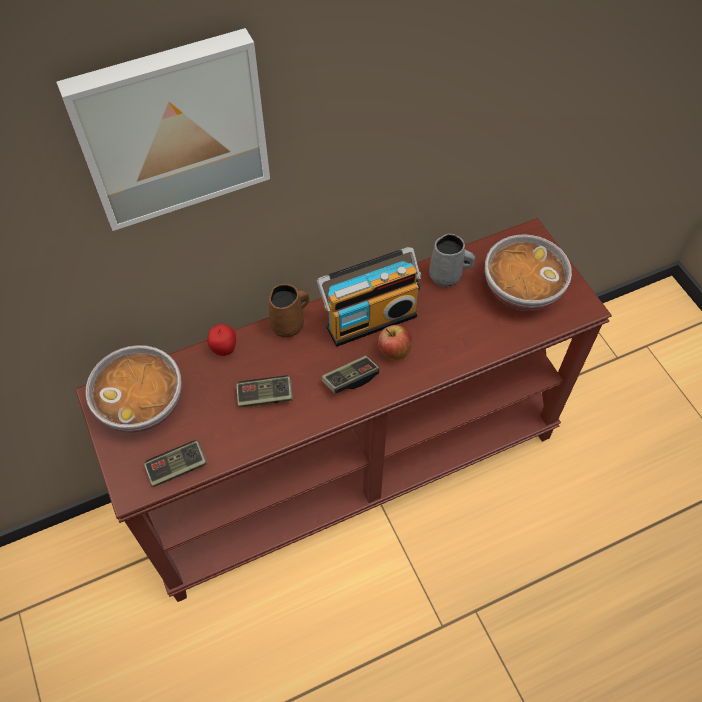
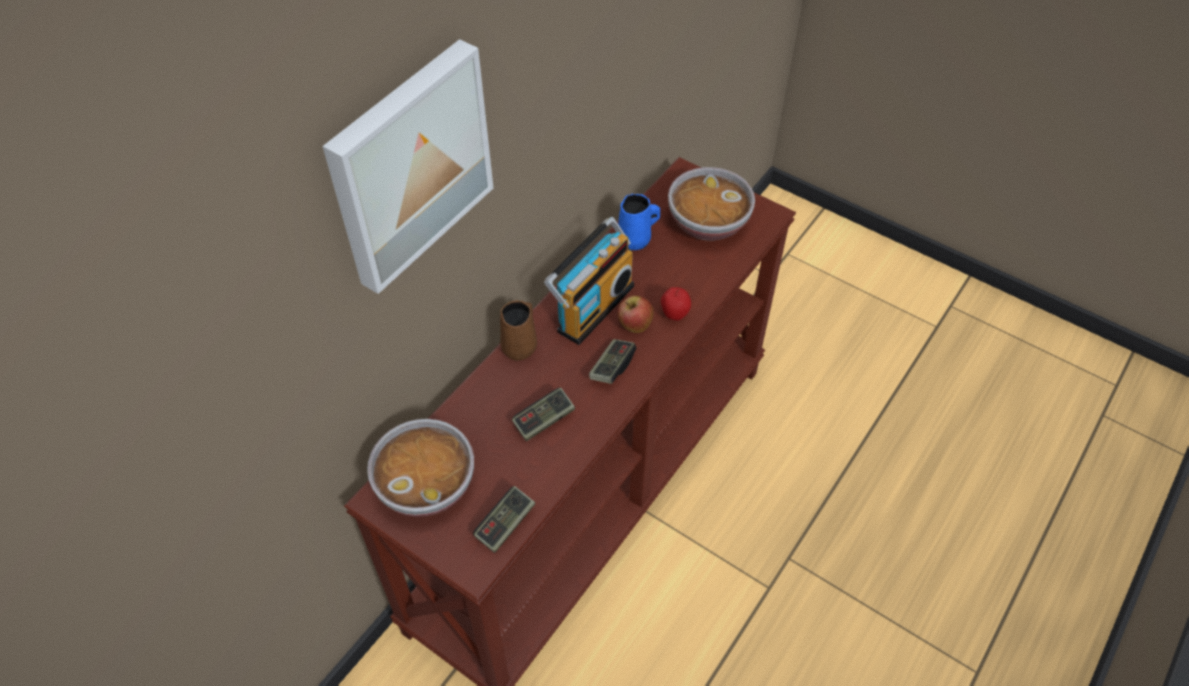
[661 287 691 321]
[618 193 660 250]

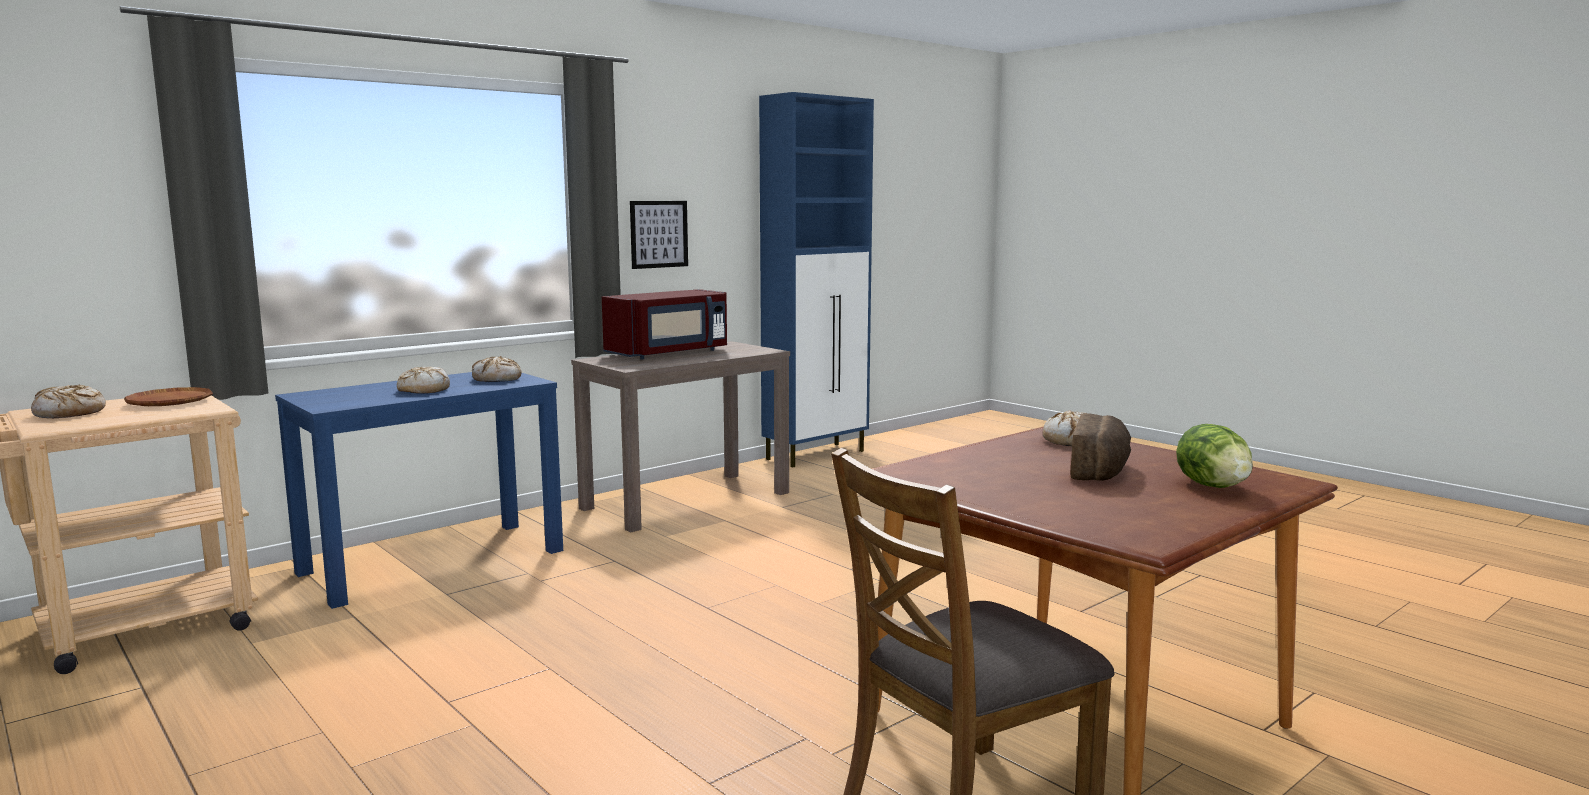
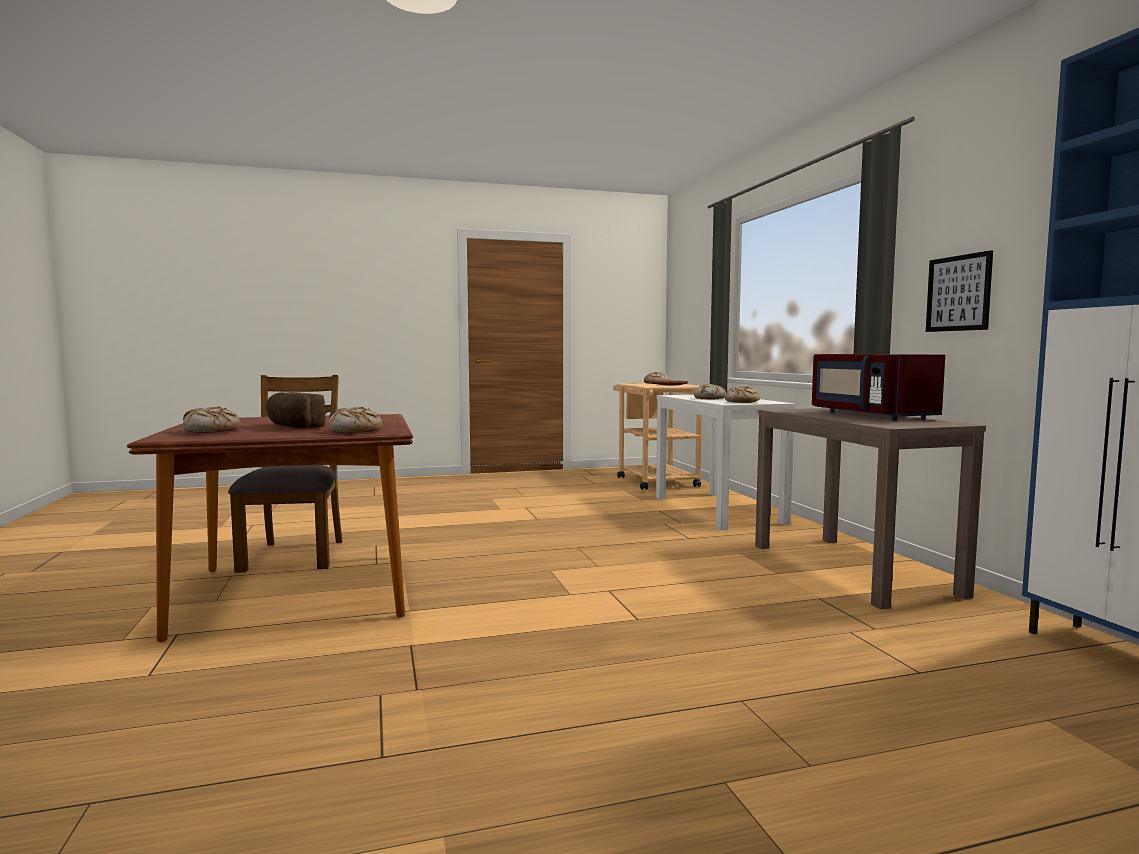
[656 395 796 531]
[183 407 241 433]

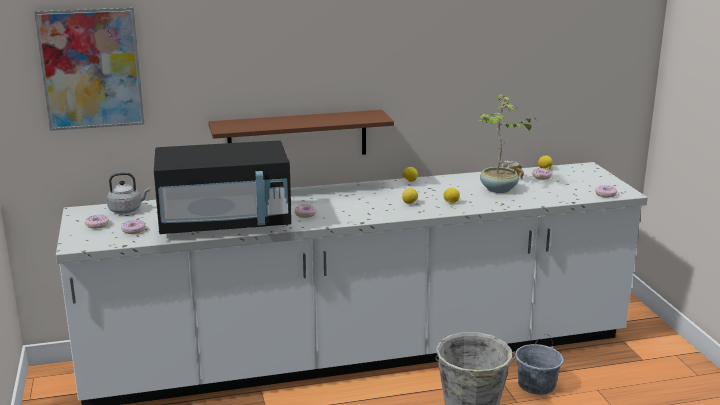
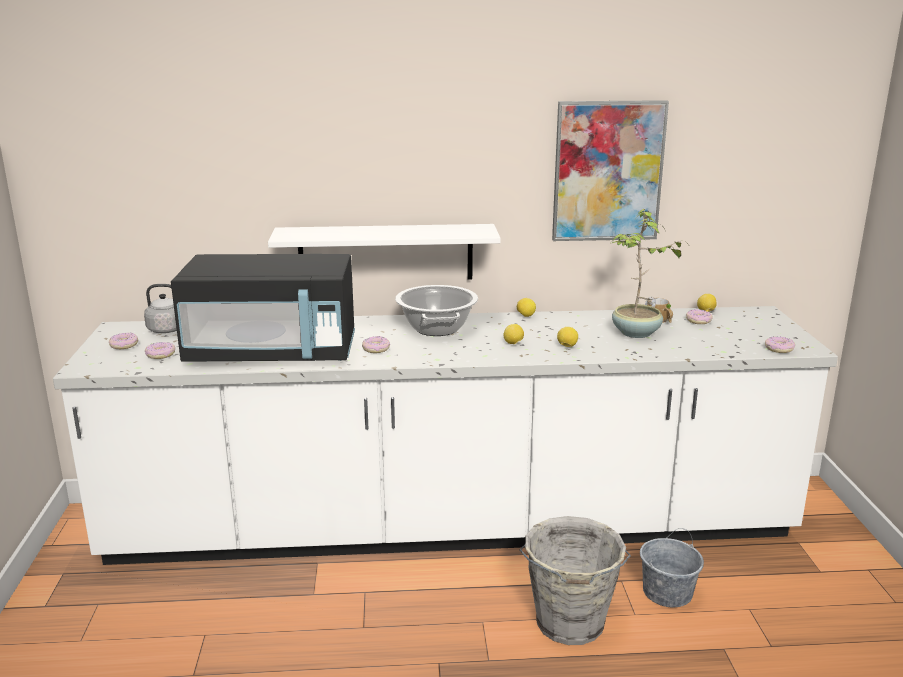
[552 100 669 241]
[268 224 501 279]
[395 285 478 336]

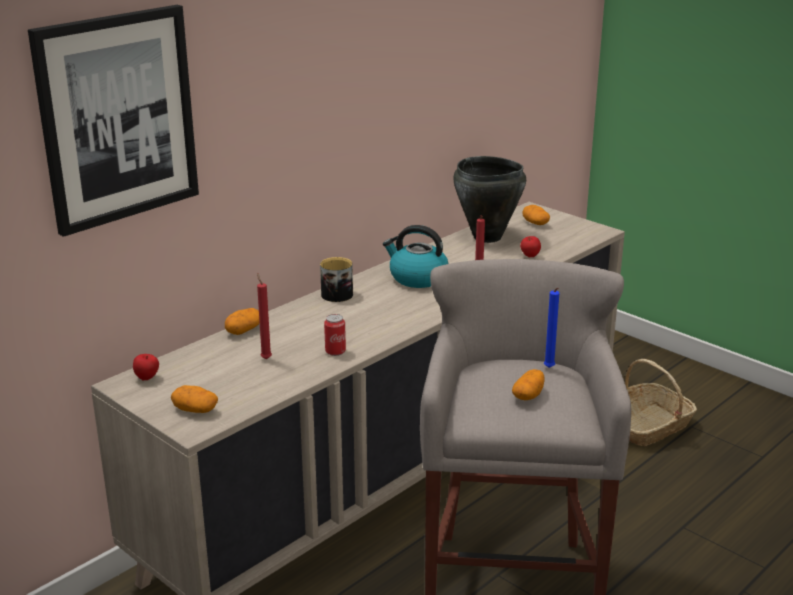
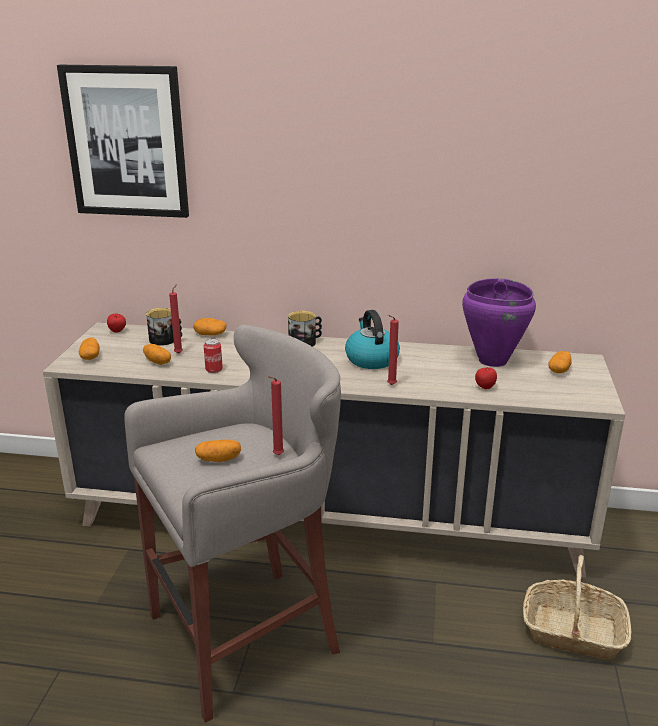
[462 278 536 367]
[268 376 284 455]
[143 344 171 365]
[146 308 182 346]

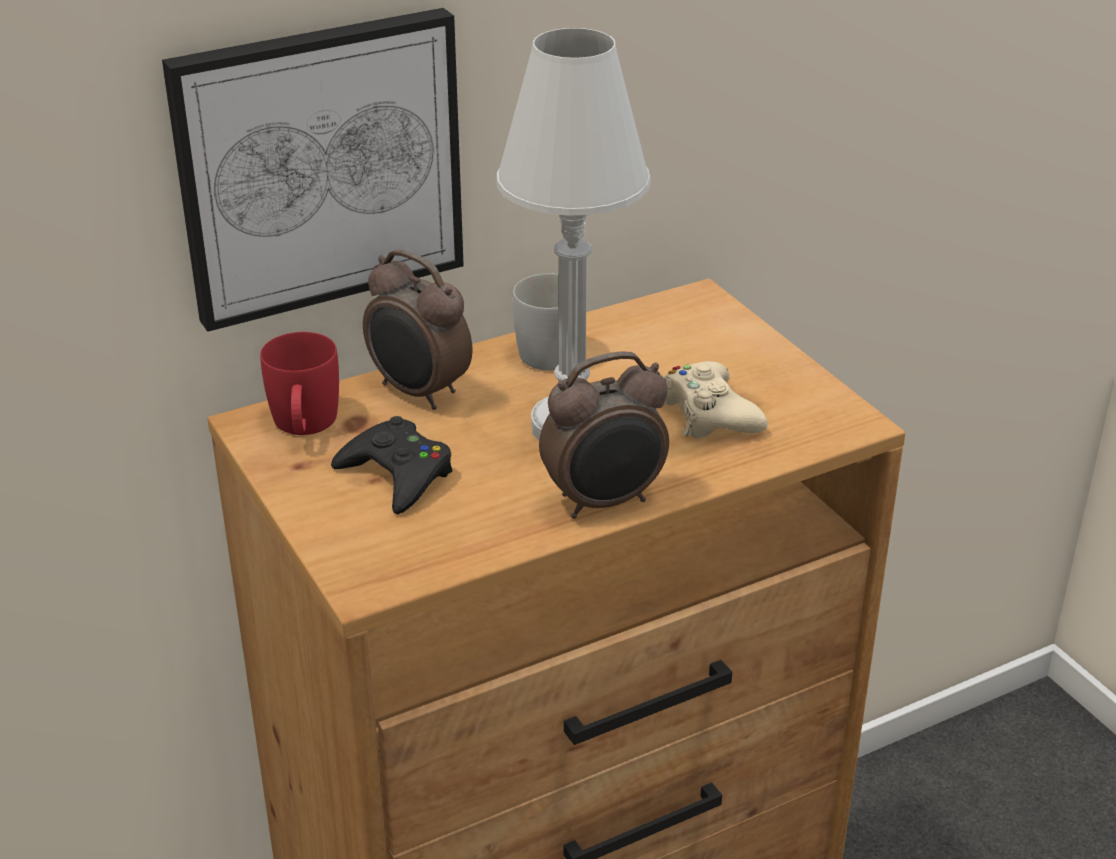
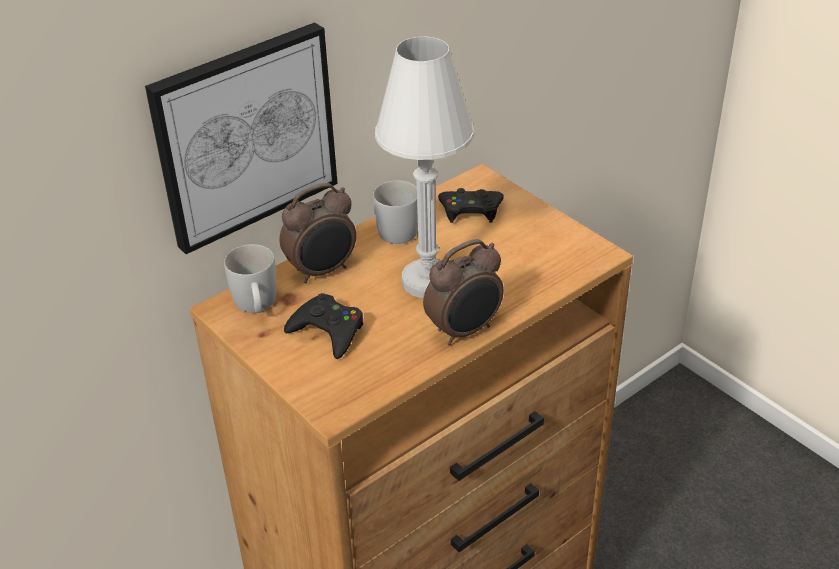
[224 244 277 313]
[279 183 356 283]
[664 361 768 438] (first image)
[438 188 504 223]

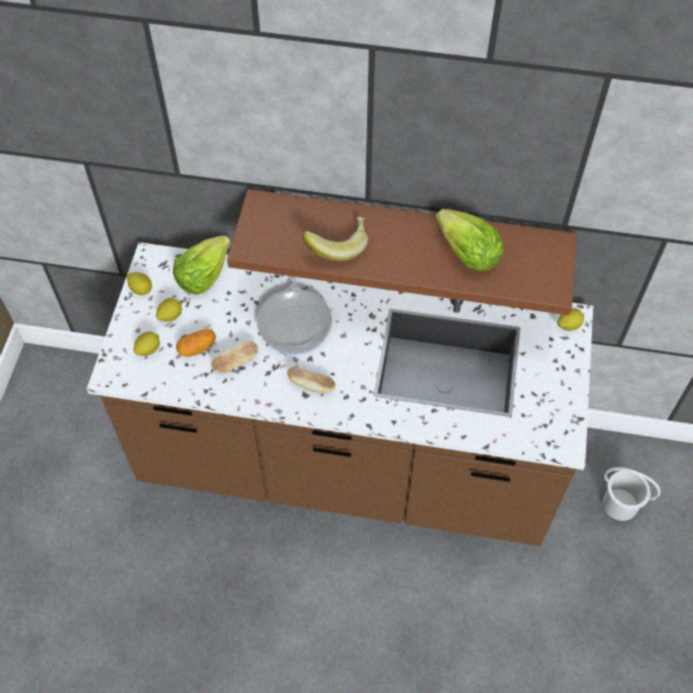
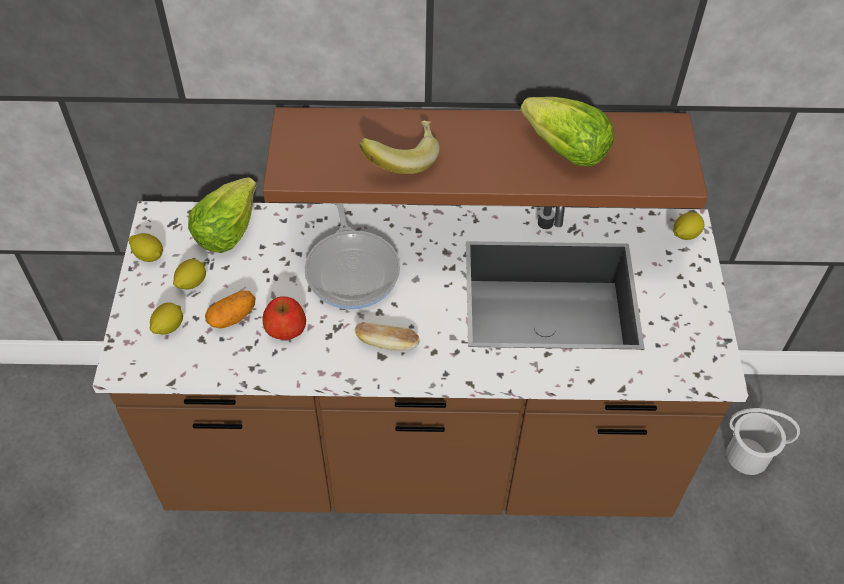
[262 296 306 340]

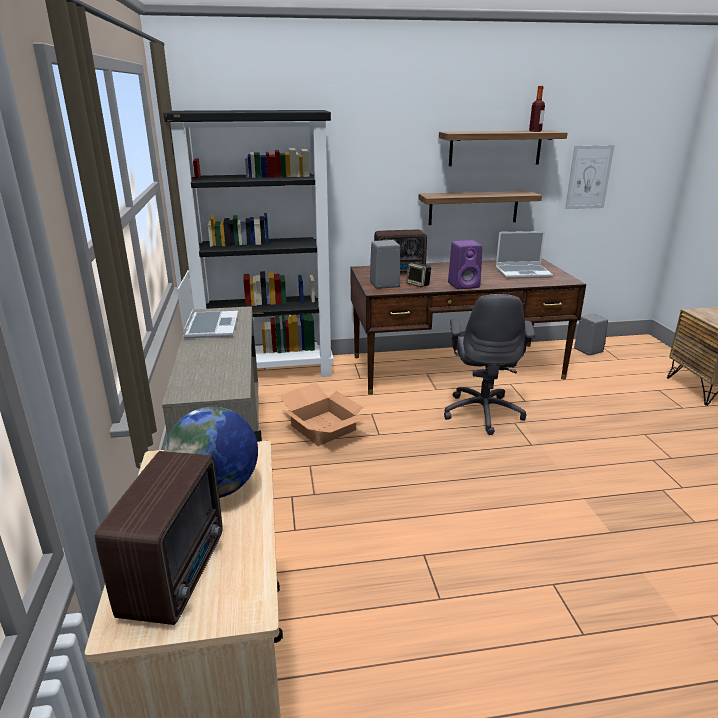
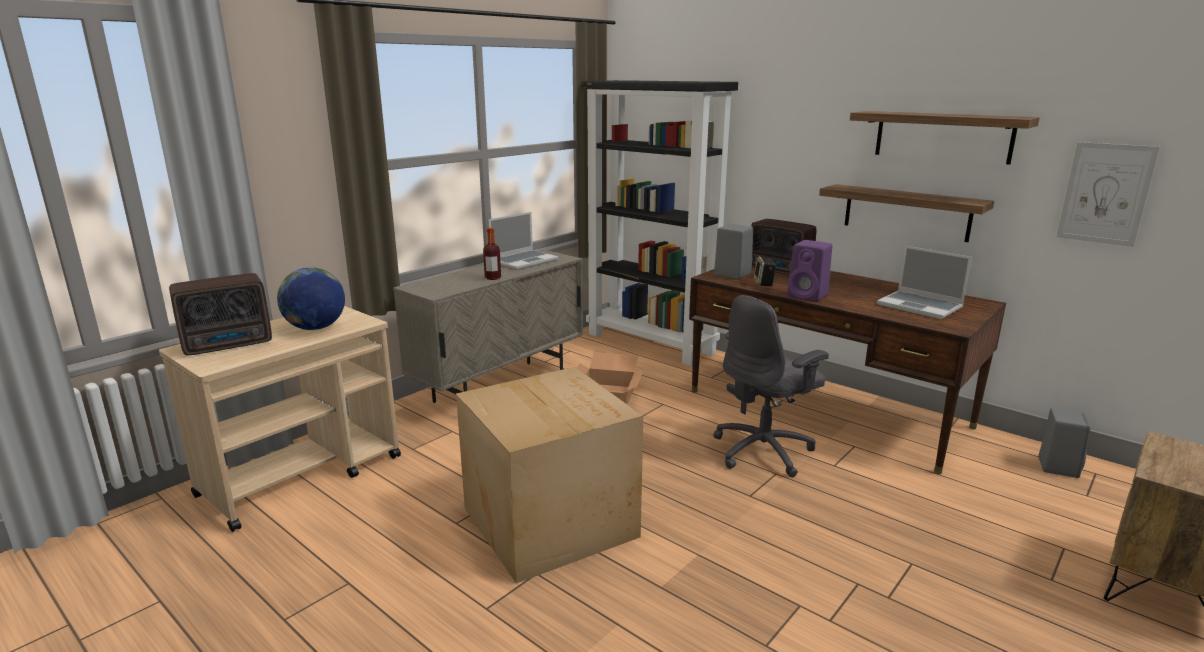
[483 228 501 280]
[456 367 643 583]

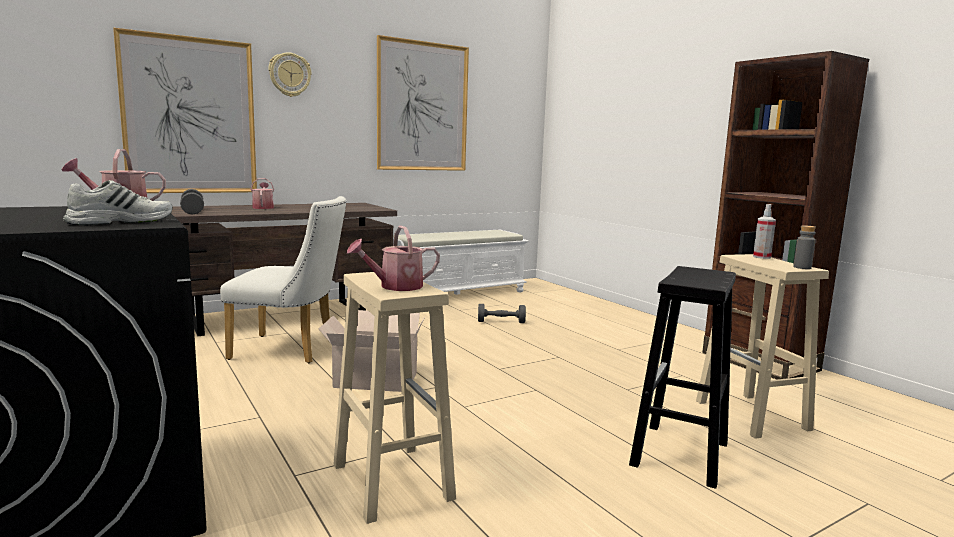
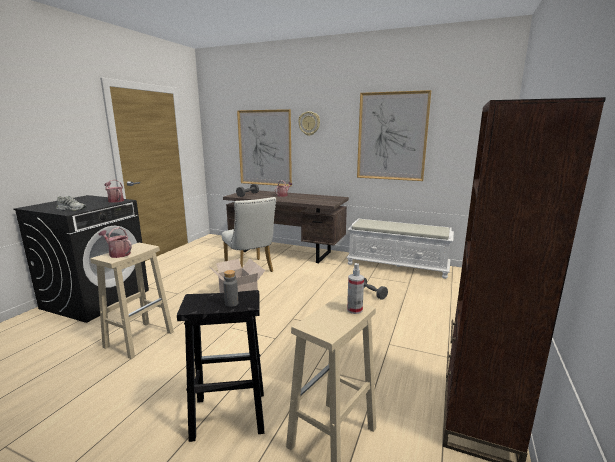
[223 270 238 307]

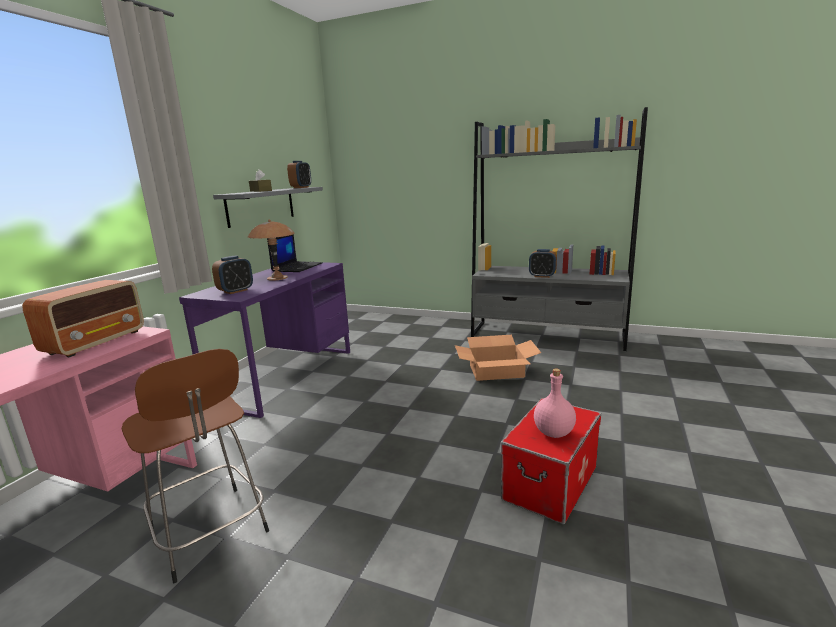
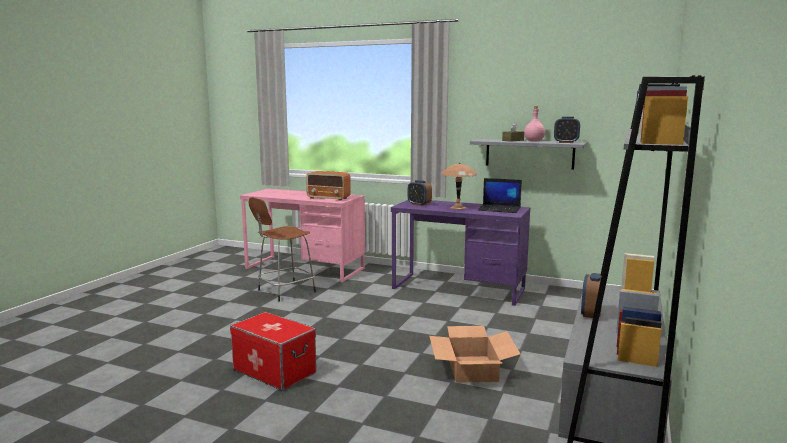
[524 106 545 142]

